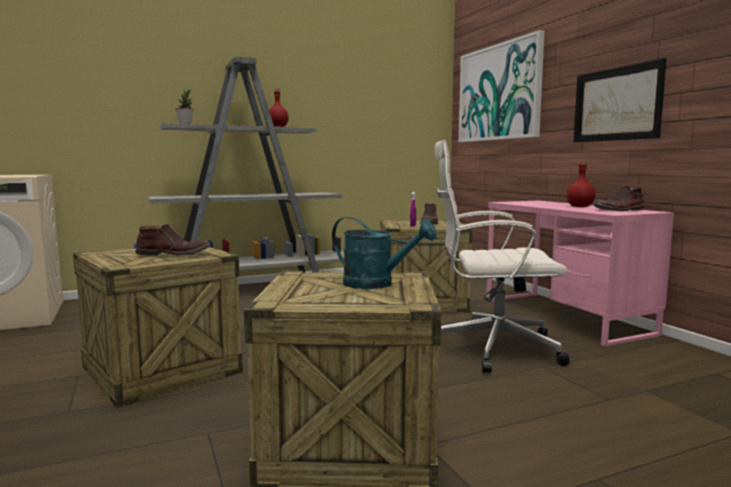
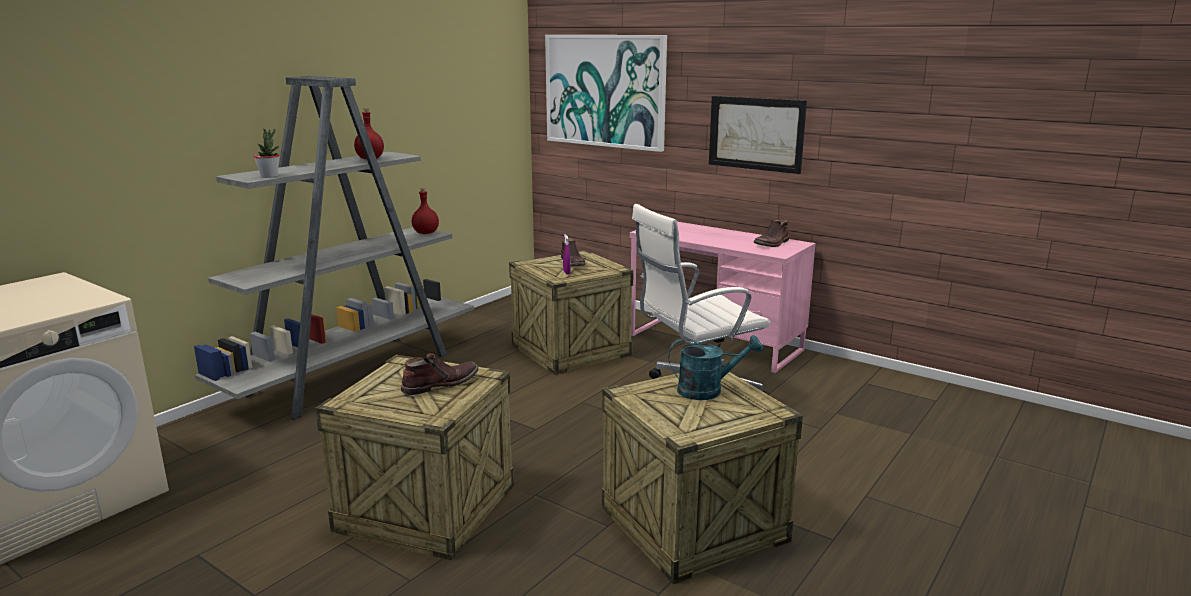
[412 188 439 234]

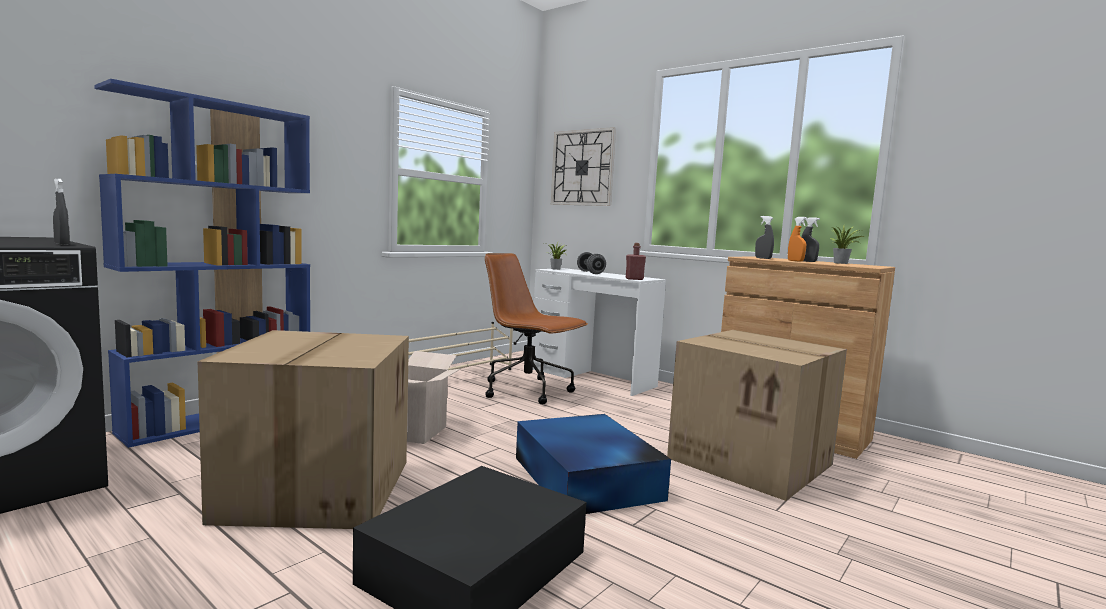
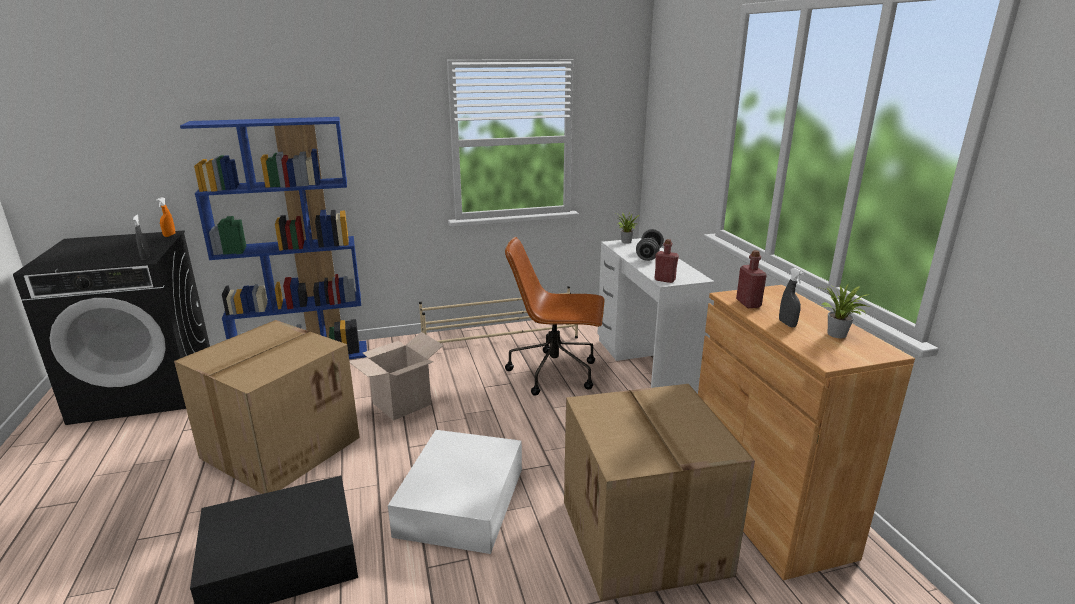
[505 237 605 396]
[388 430 522 554]
[551 127 616 206] (first image)
[736 250 767 308]
[156 197 175 237]

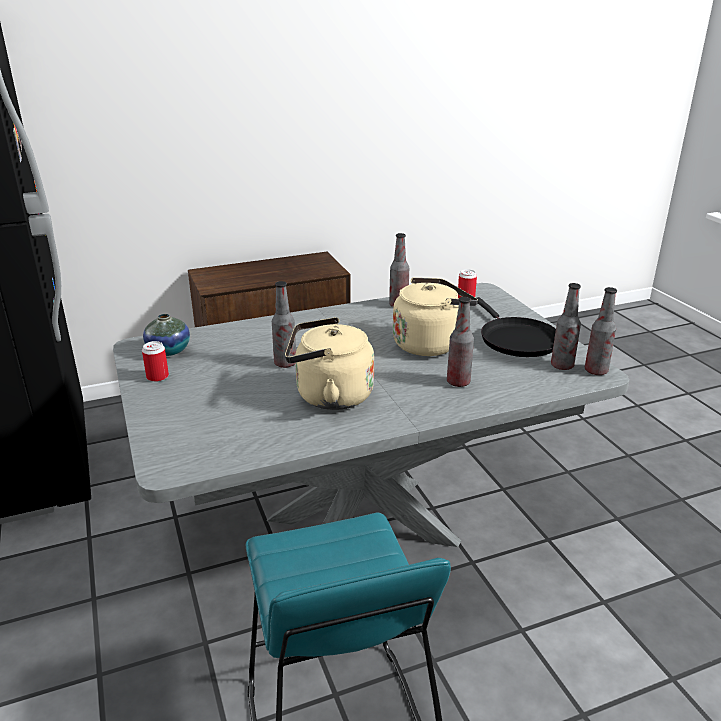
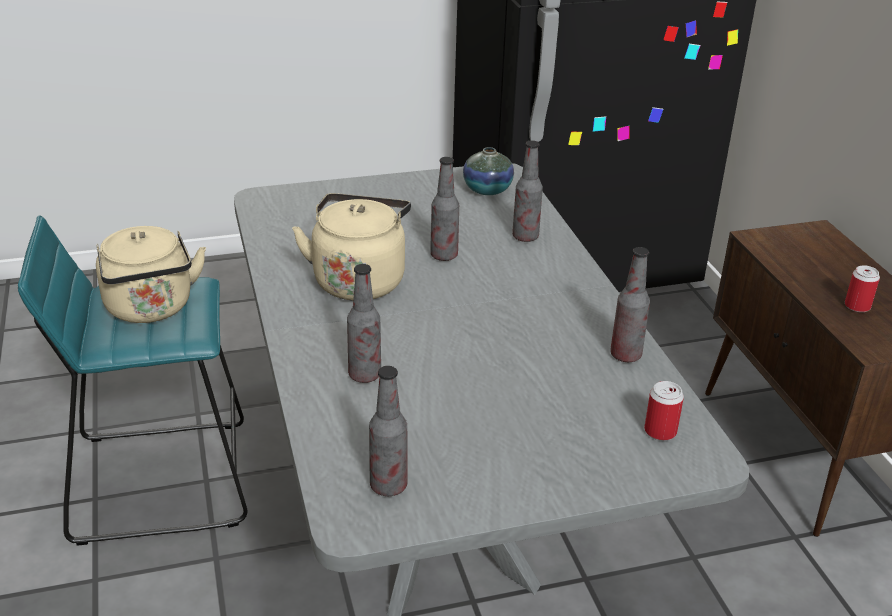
[845 265 880 312]
[96 226 206 323]
[477 297 556 357] (first image)
[512 140 543 242]

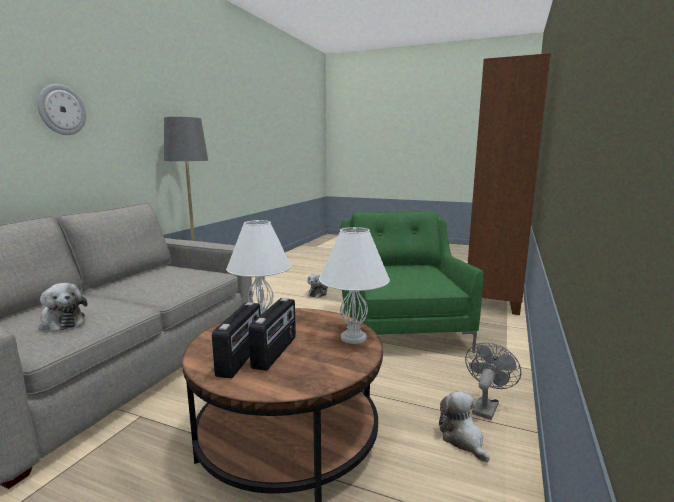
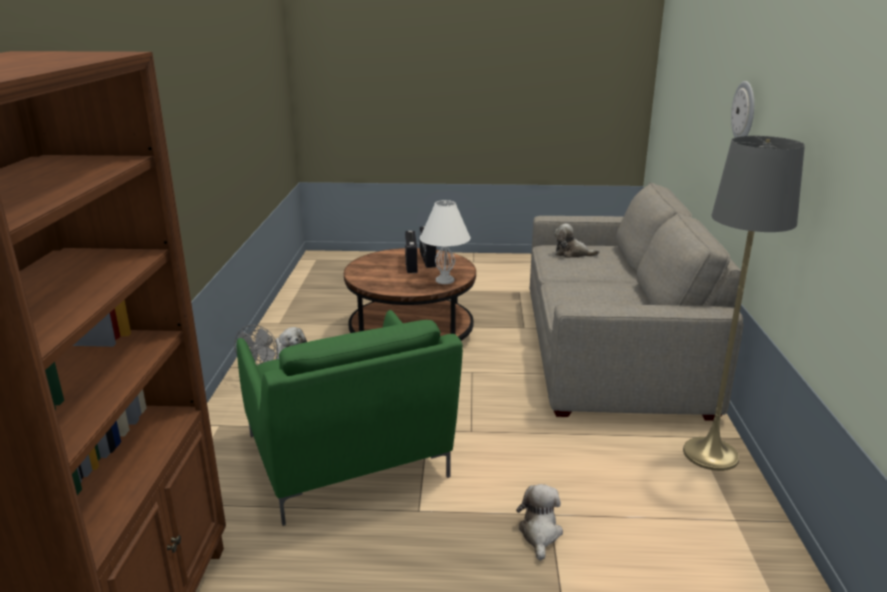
[319 227 390 344] (first image)

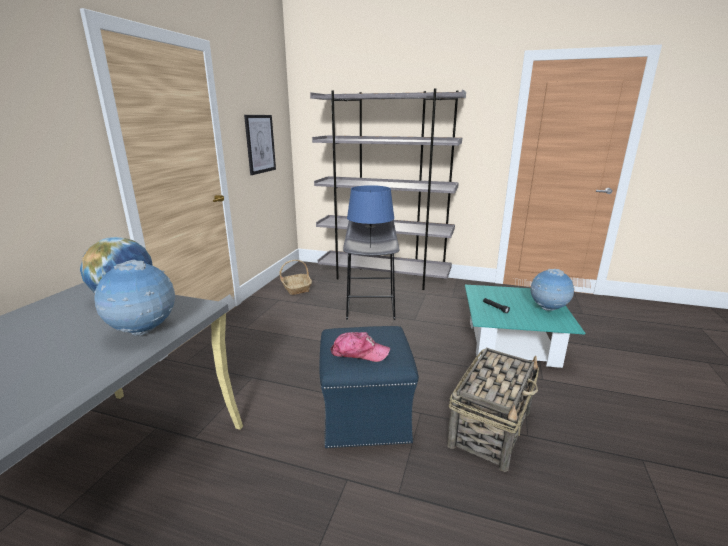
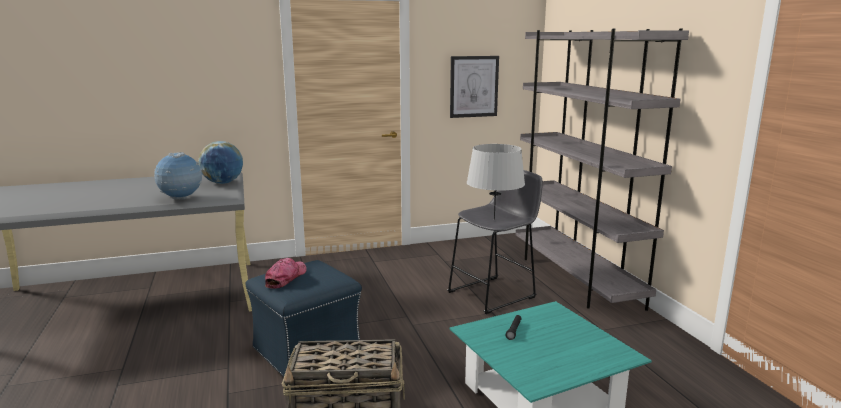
[280 260 312 295] (first image)
[265 258 307 289]
[467 144 525 220]
[530 269 574 311] (first image)

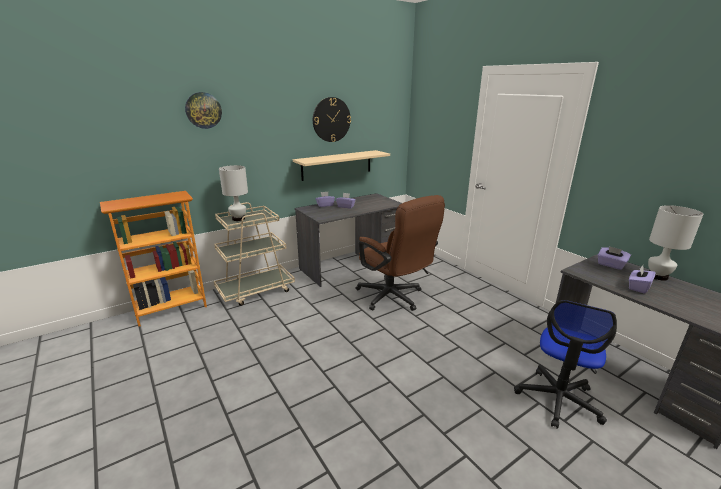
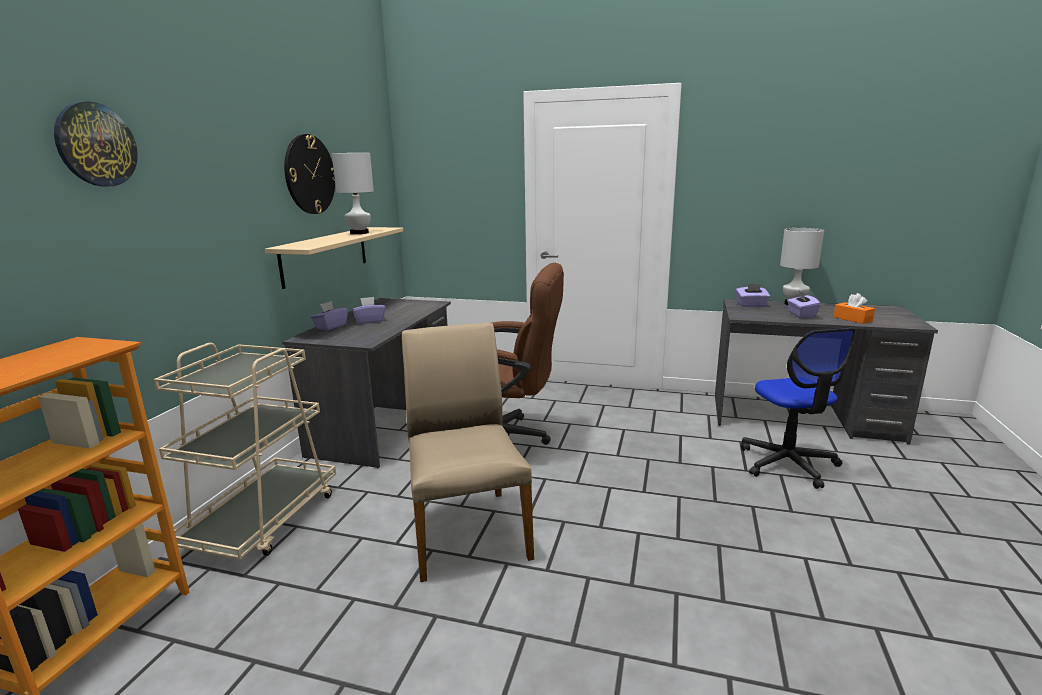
[332 153 374 234]
[402 323 534 582]
[833 293 875 324]

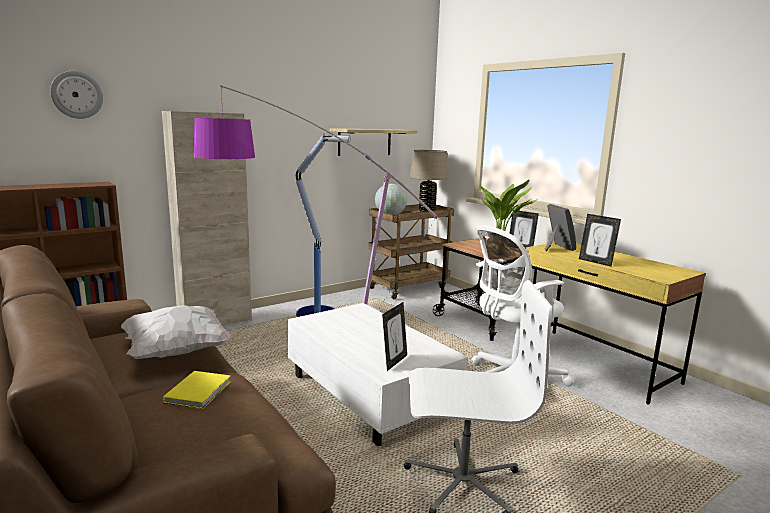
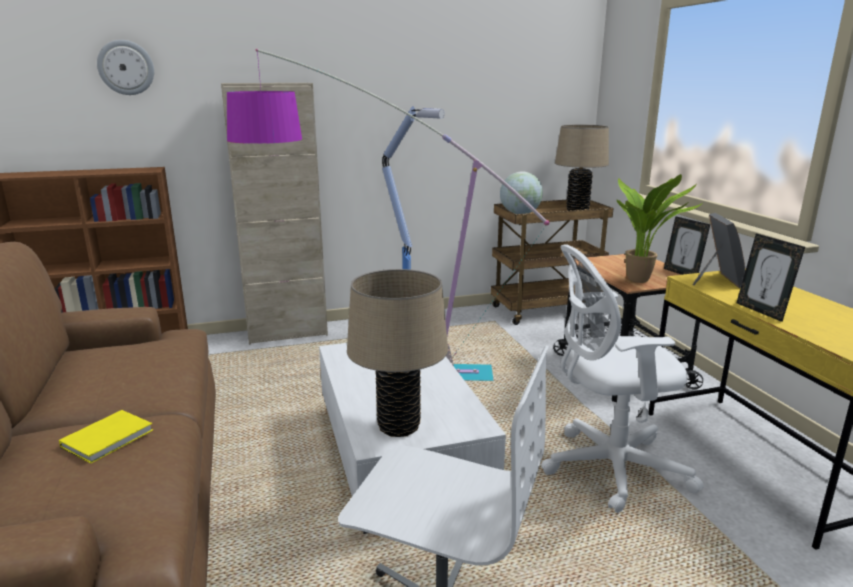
[121 305 232 359] (first image)
[329 128 417 156] (first image)
[347 269 448 437]

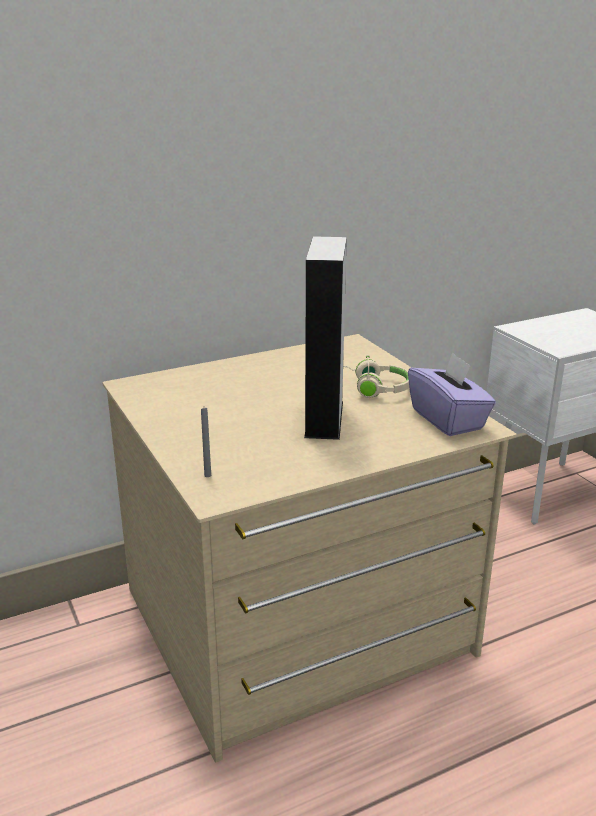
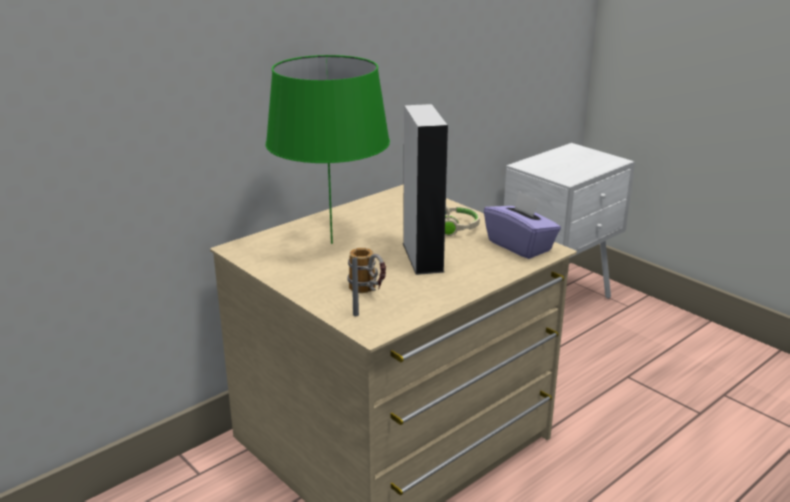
[266 55 390 244]
[347 248 386 293]

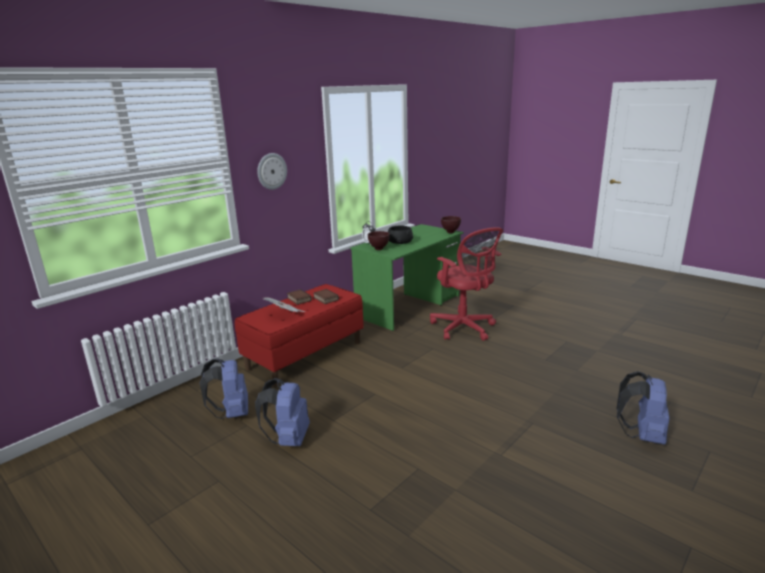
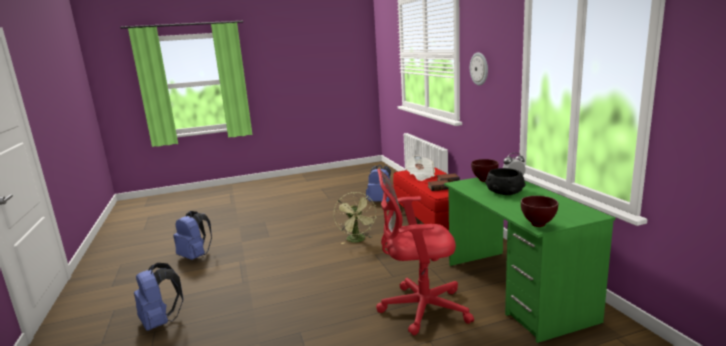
[173 211 212 260]
[334 192 377 244]

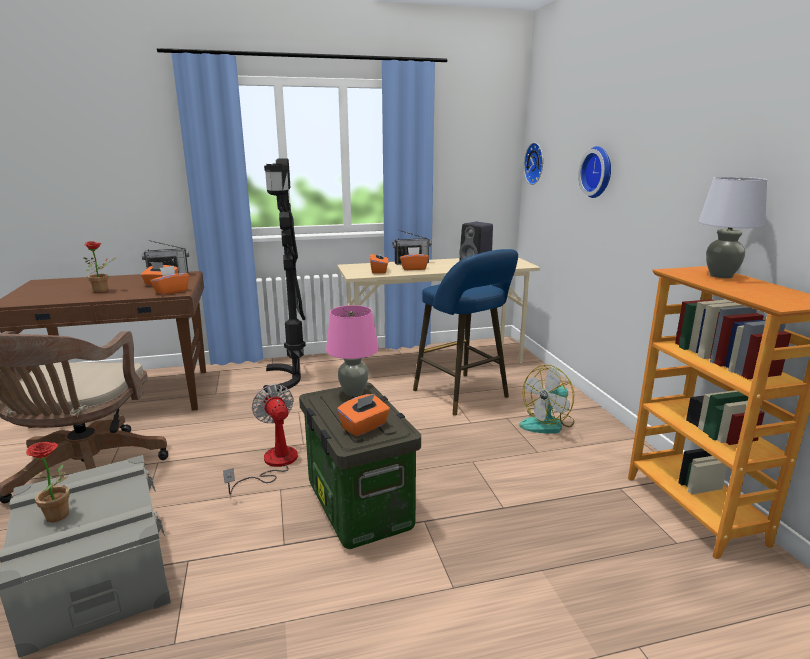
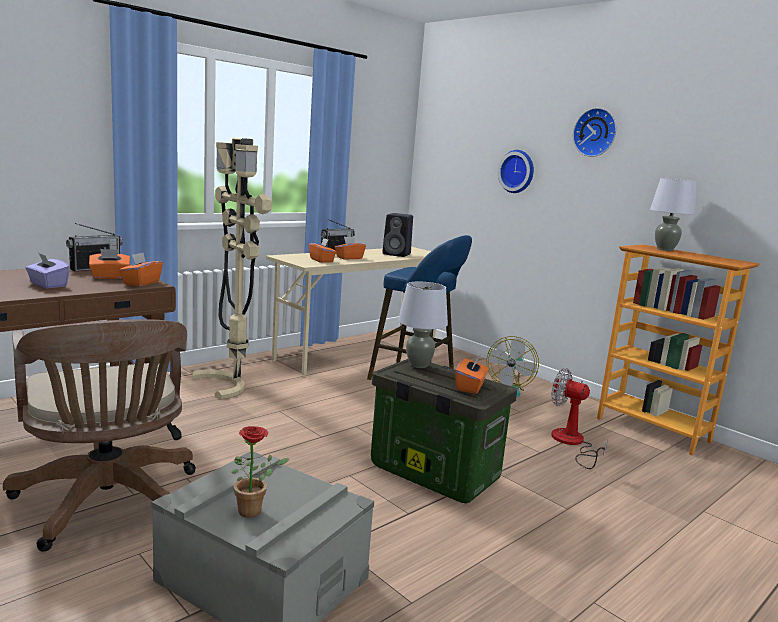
[25 253 70 289]
[551 368 608 469]
[192 138 272 399]
[398 281 448 368]
[573 108 616 157]

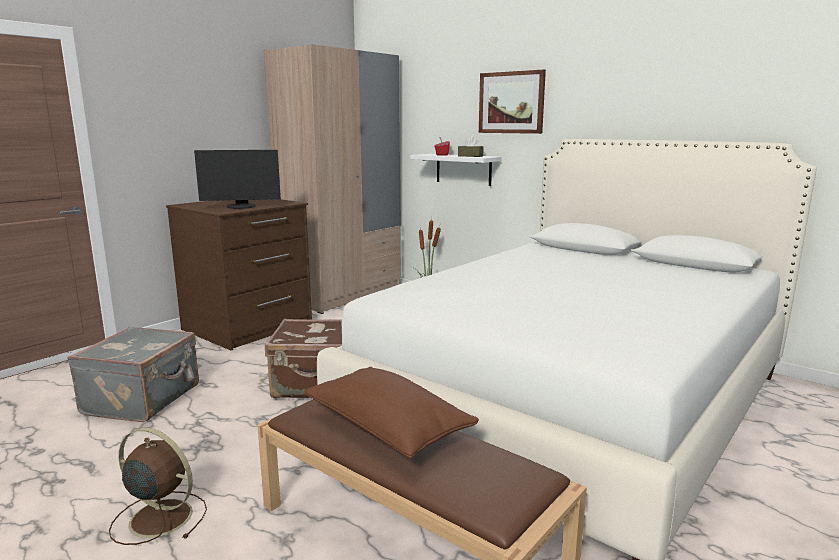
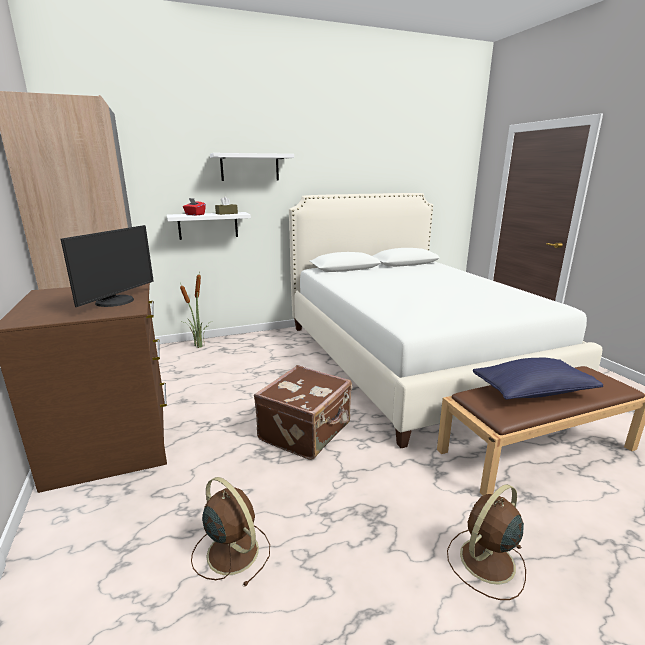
[191 477 270 587]
[473 358 603 400]
[210 153 294 181]

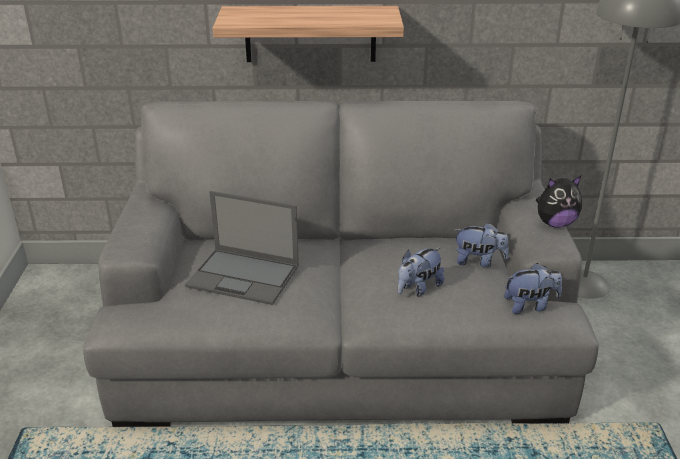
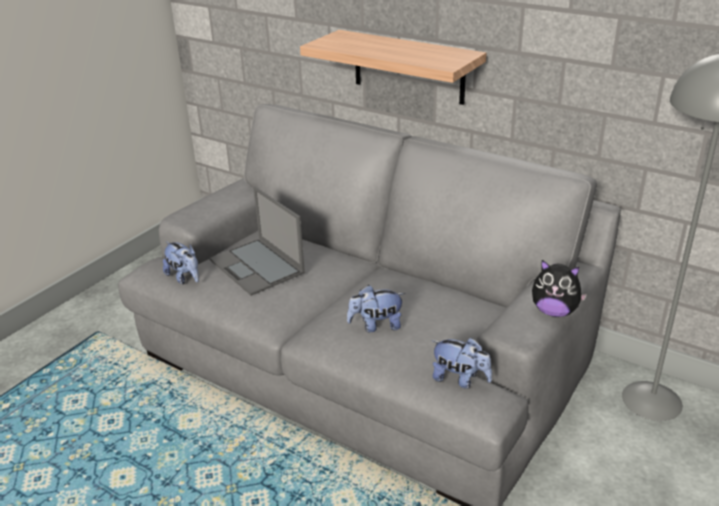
[163 241 199 284]

